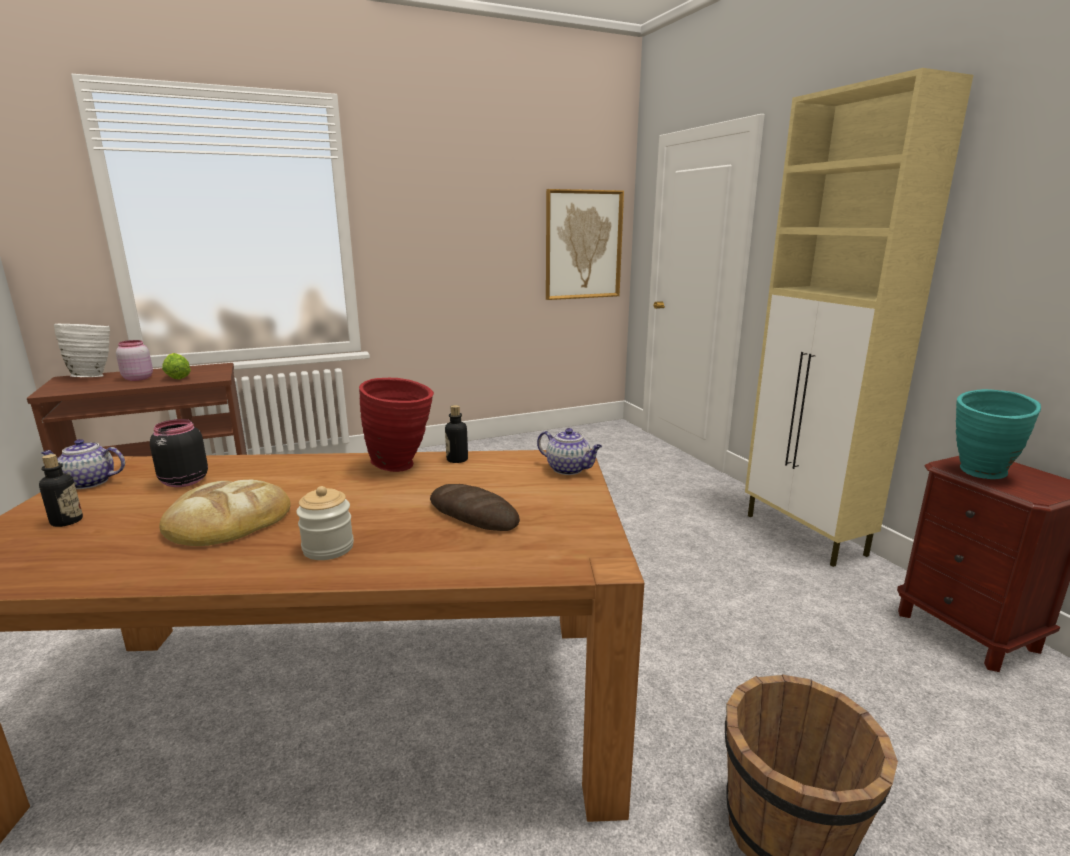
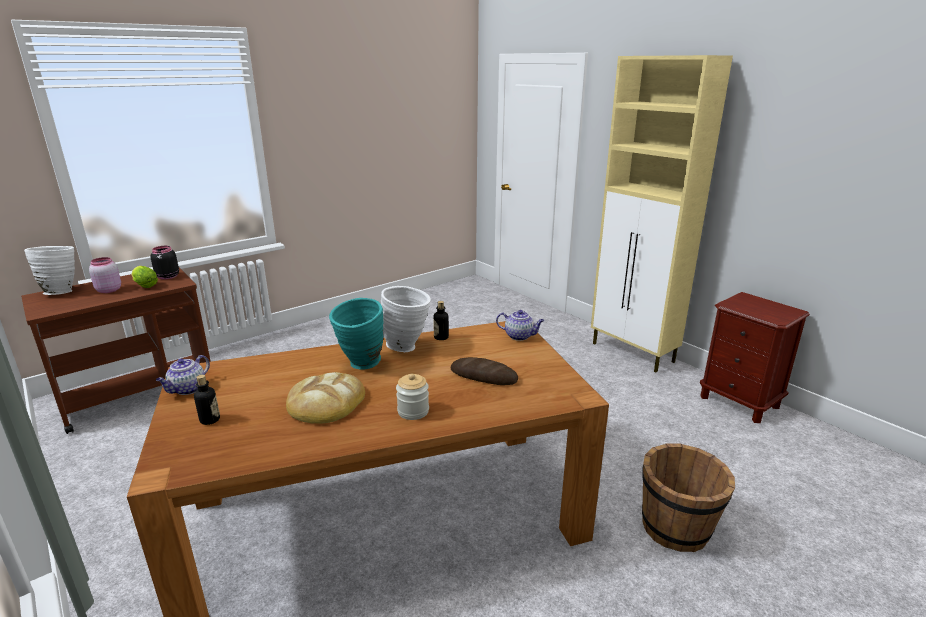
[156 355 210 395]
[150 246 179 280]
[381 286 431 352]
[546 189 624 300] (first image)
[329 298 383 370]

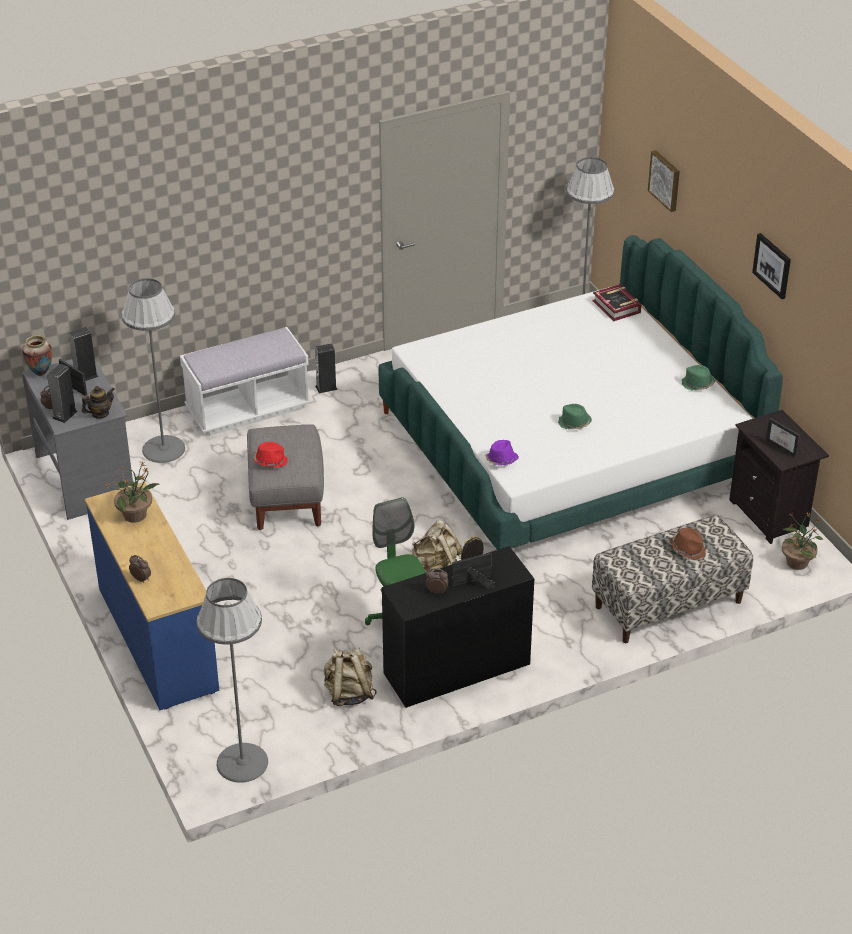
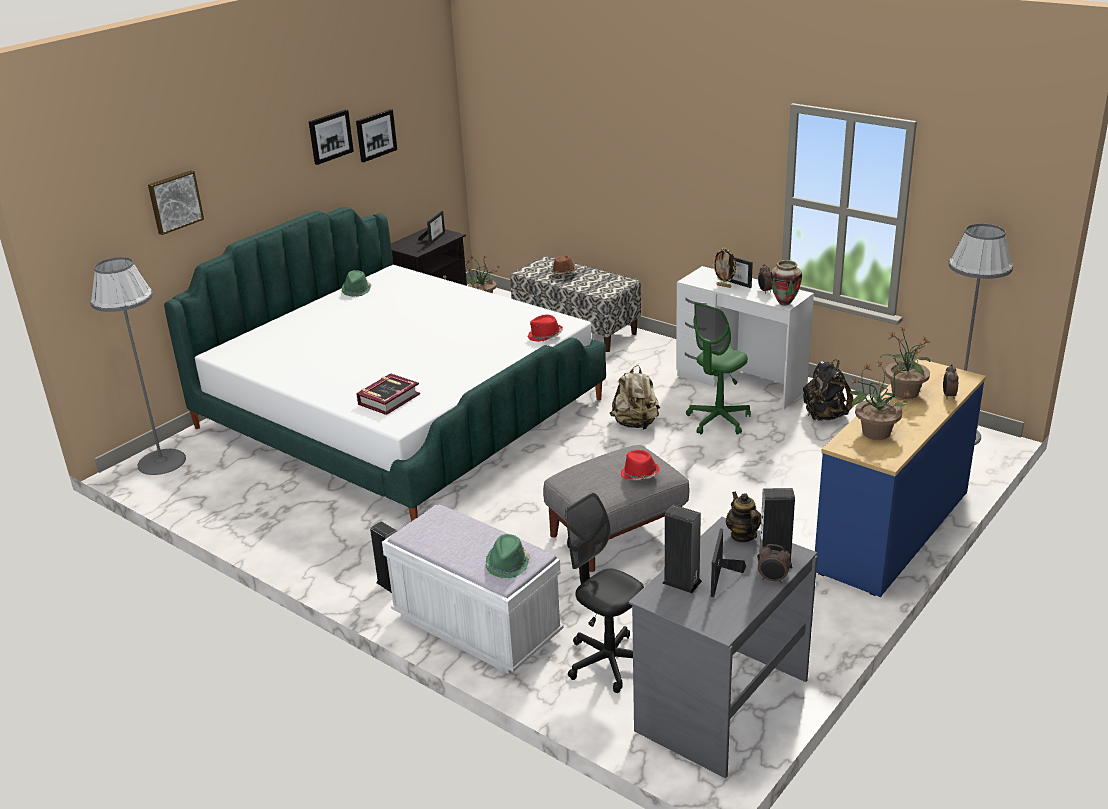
[770 260 802 306]
[726 491 761 542]
[565 492 644 693]
[803 360 853 421]
[676 266 814 409]
[528 314 563 342]
[486 534 530 578]
[356 373 420 415]
[356 109 397 163]
[880 327 930 399]

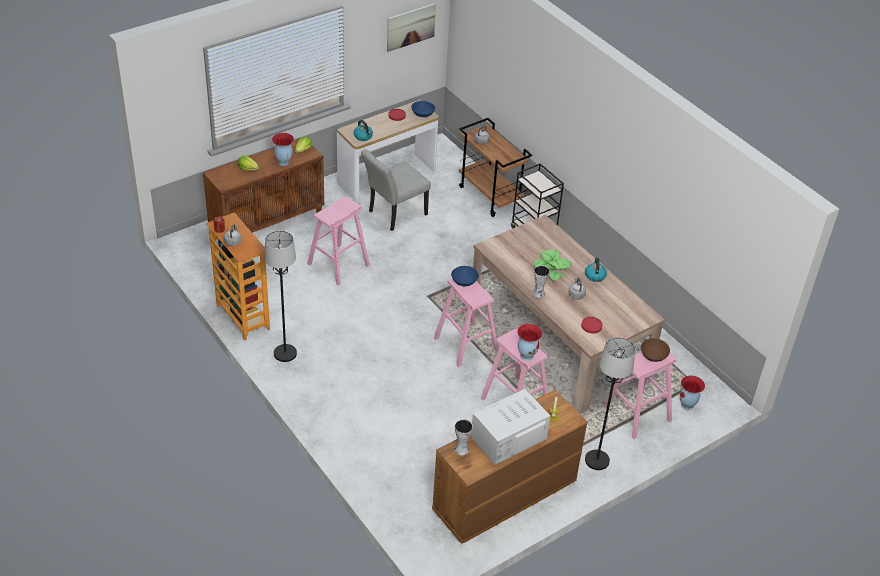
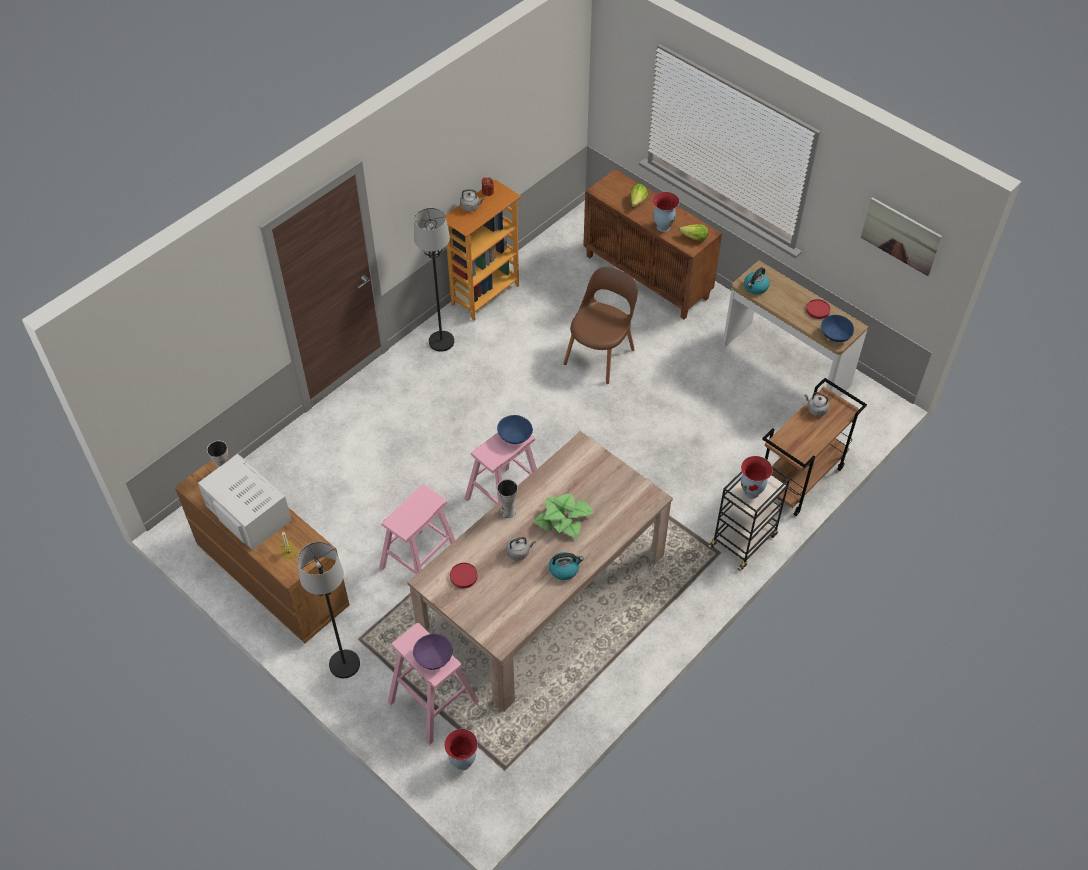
[563 267 638 384]
[361 149 431 231] (first image)
[741 456 773 499]
[413 634 453 670]

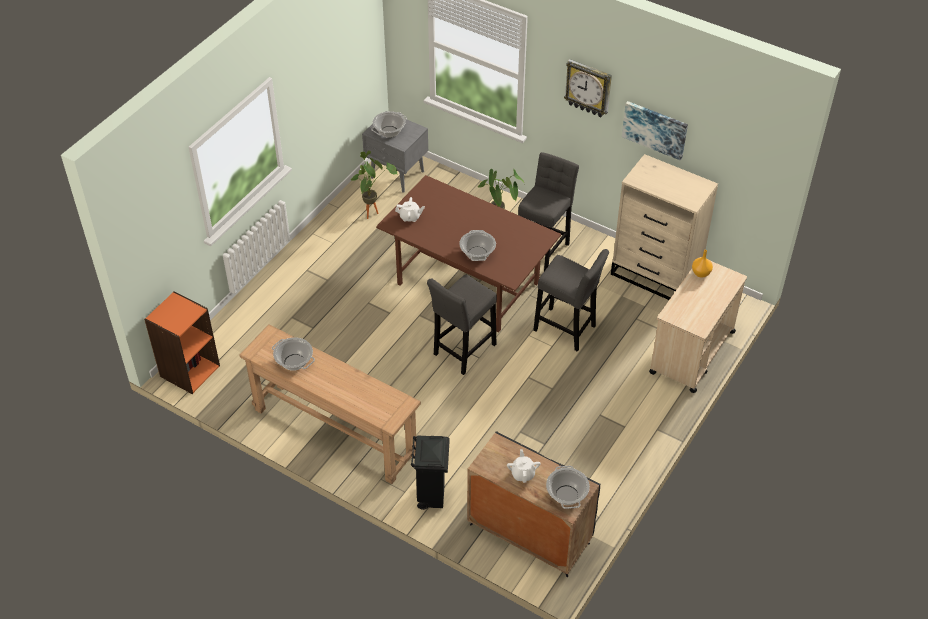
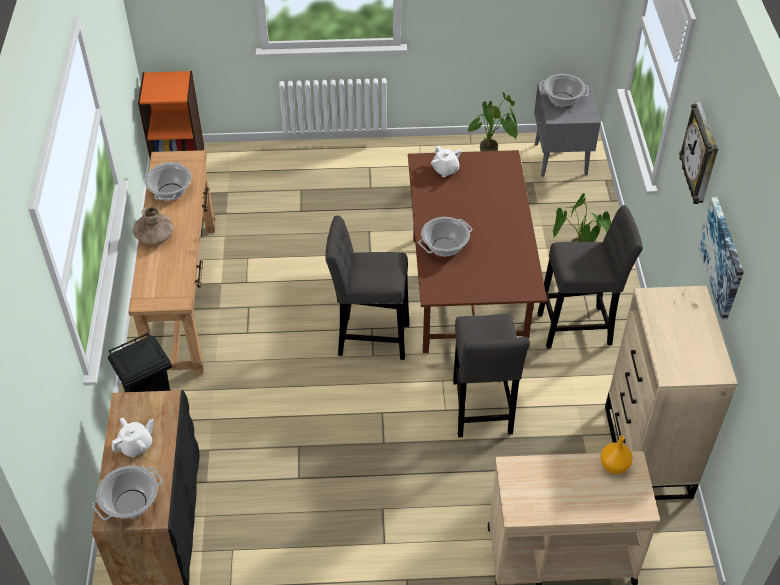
[133 206 174 245]

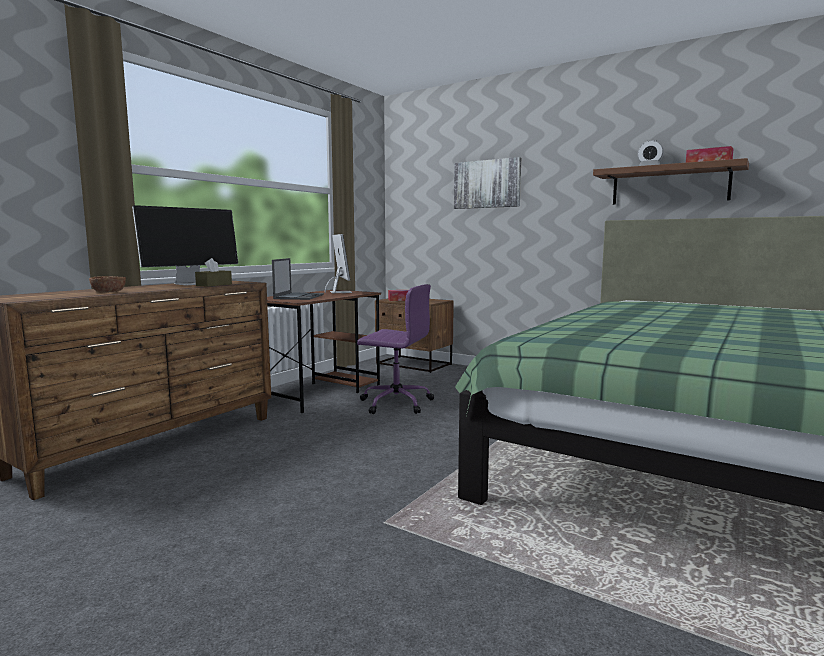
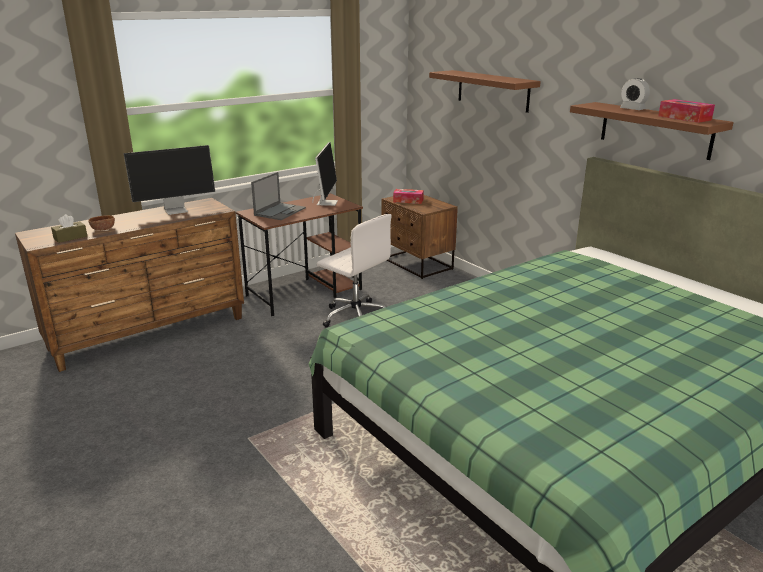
[51 214 87 243]
[317 214 392 327]
[429 70 541 113]

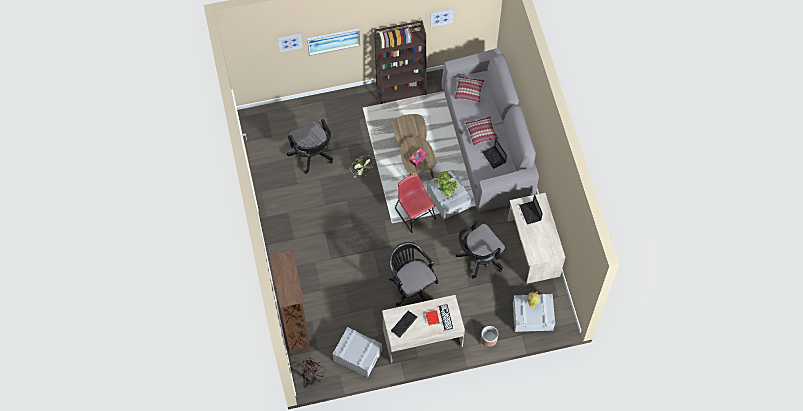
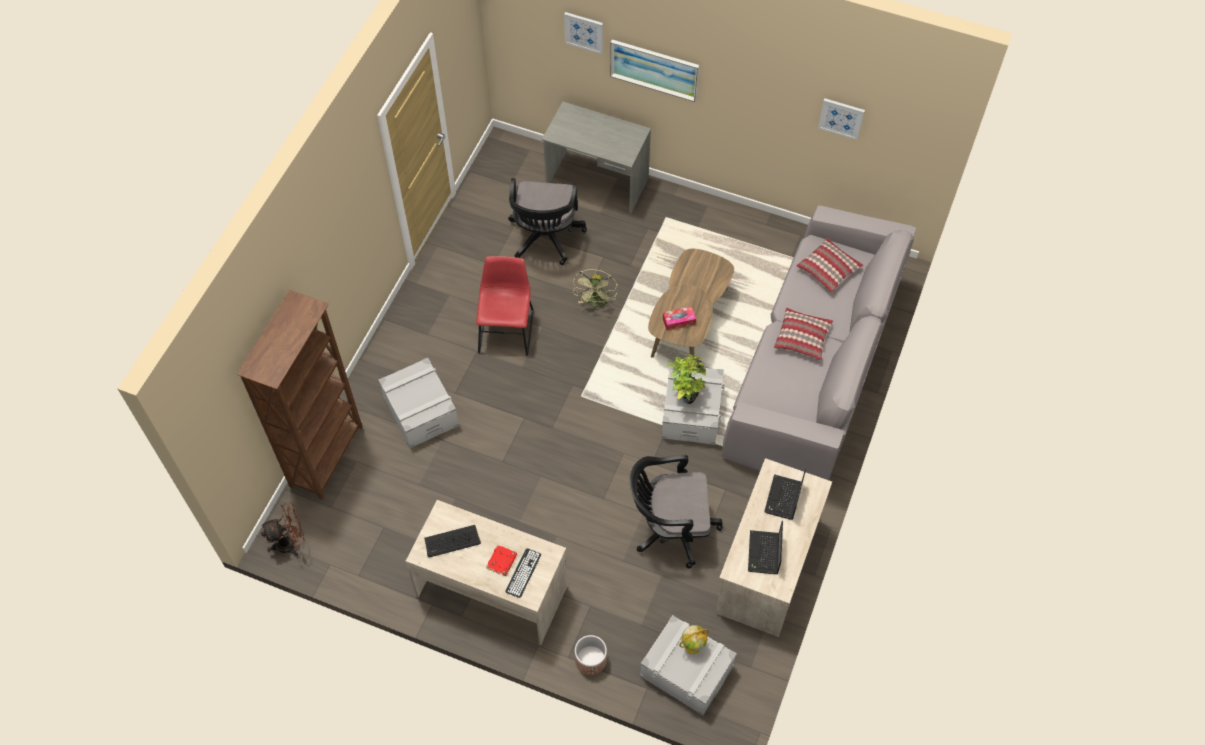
[378 358 459 448]
[374 20 427 104] (first image)
[389 242 438 306] (first image)
[476 256 534 357]
[748 521 783 574]
[542 102 651 213]

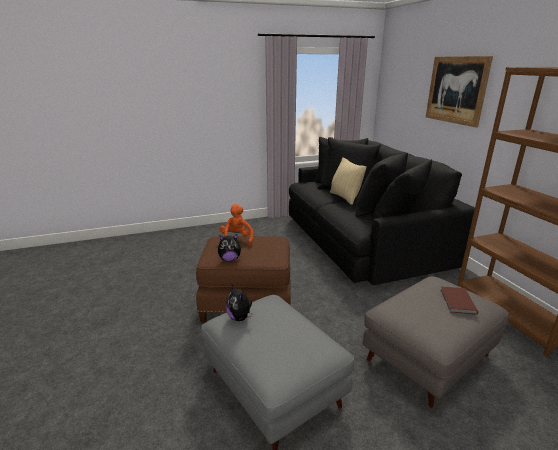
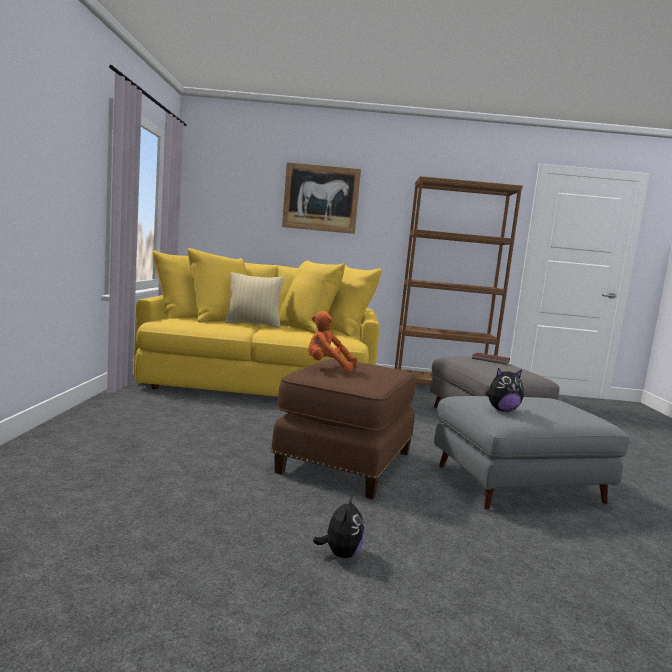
[313 495 364 558]
[134 248 382 397]

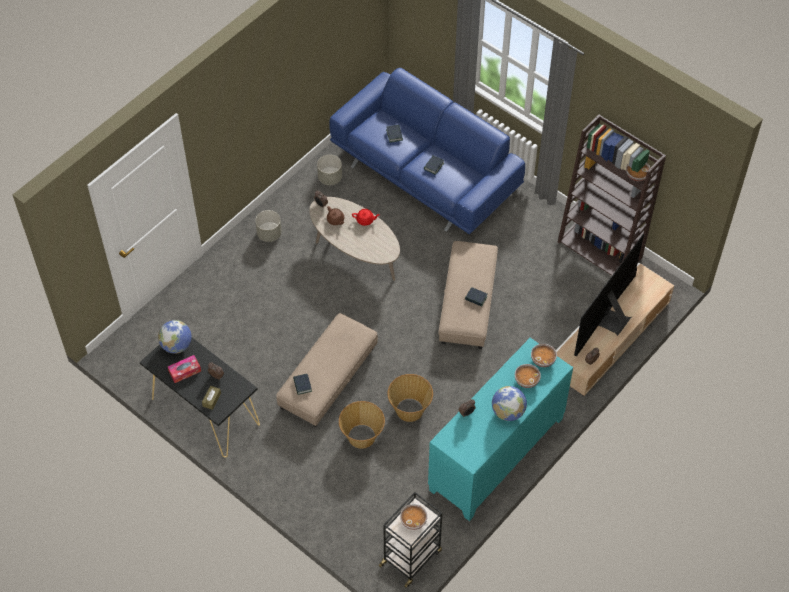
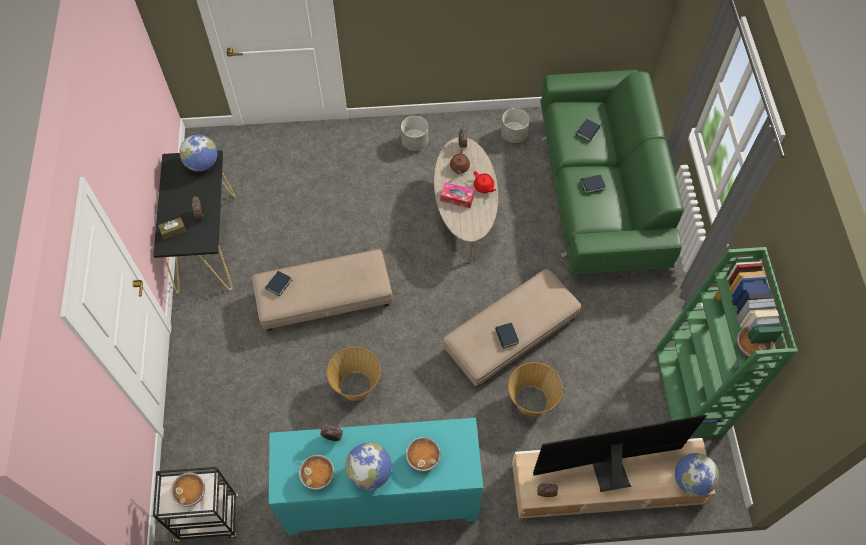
[440 182 475 208]
[540 70 684 275]
[508 362 563 416]
[299 455 334 490]
[654 247 798 438]
[675 453 719 496]

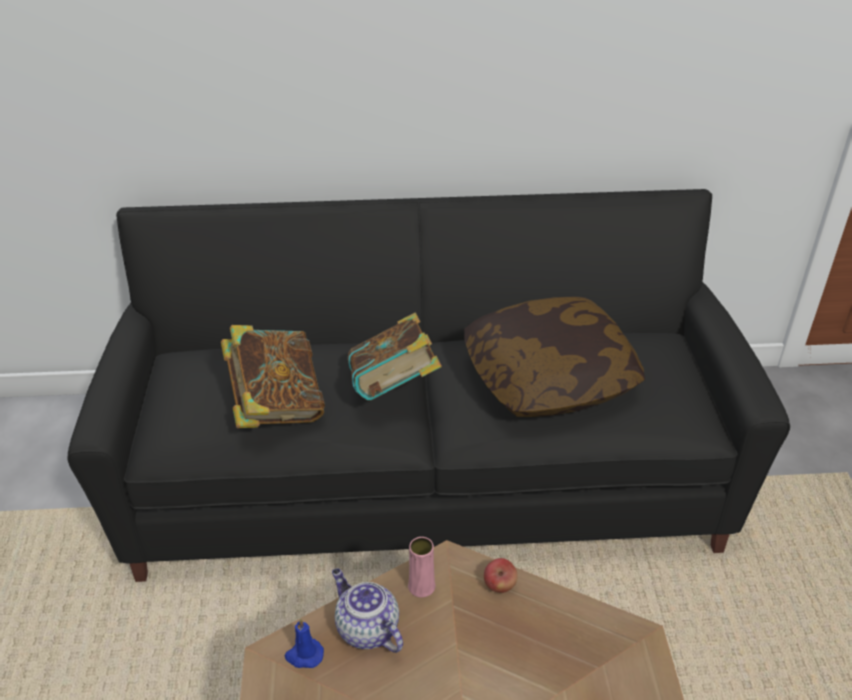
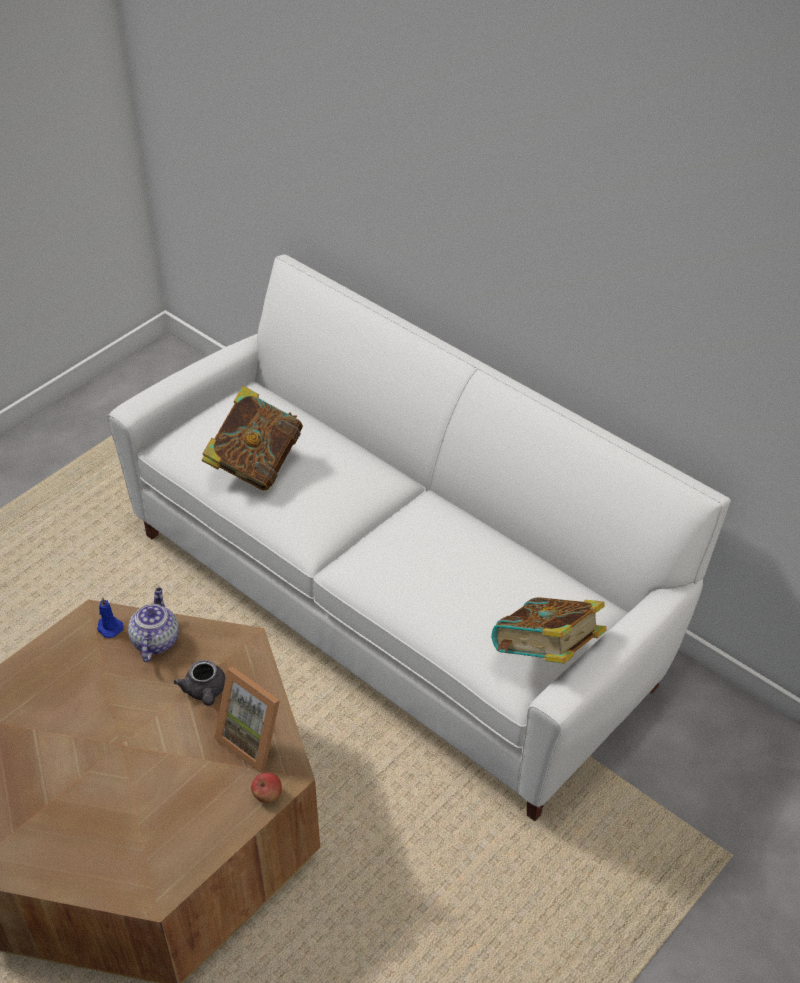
[107 254 731 821]
[491 597 607 663]
[408 537 435 597] (first image)
[465 296 645 417] (first image)
[251 773 282 803]
[174 660 226 706]
[214 667 280 773]

